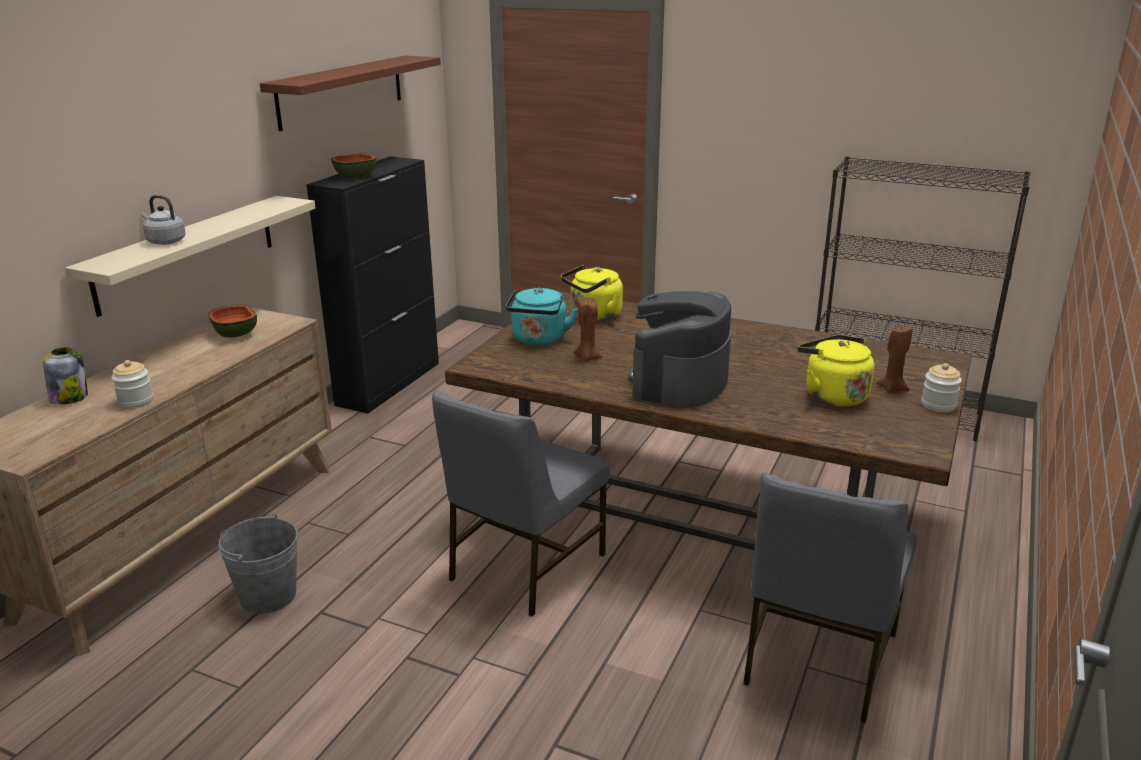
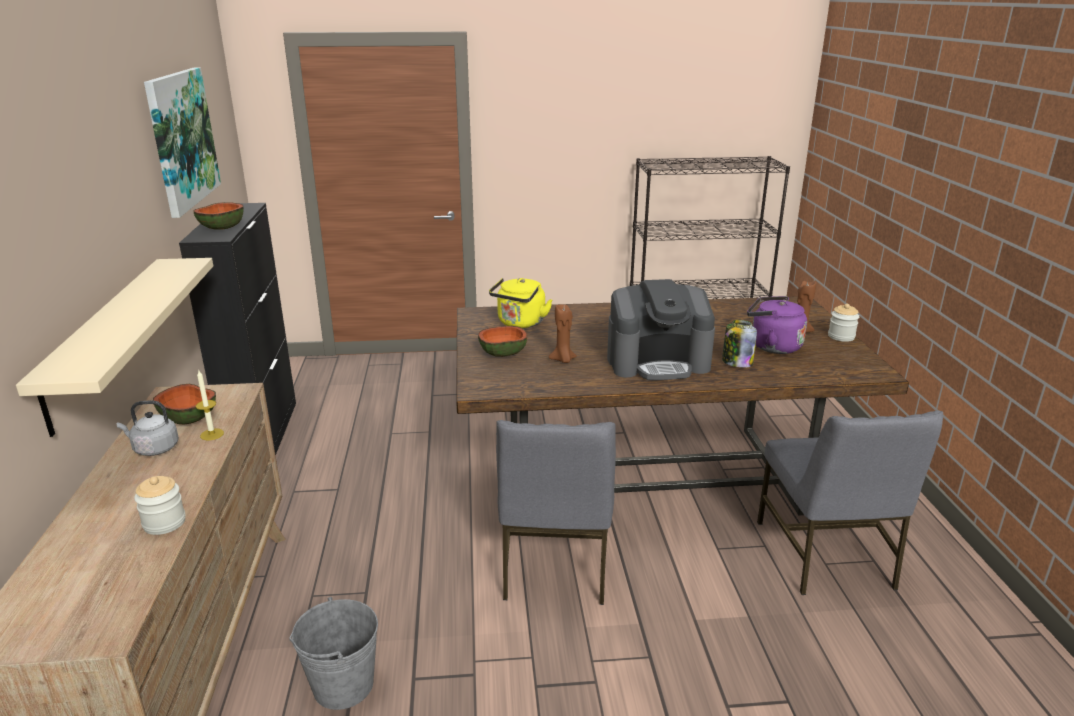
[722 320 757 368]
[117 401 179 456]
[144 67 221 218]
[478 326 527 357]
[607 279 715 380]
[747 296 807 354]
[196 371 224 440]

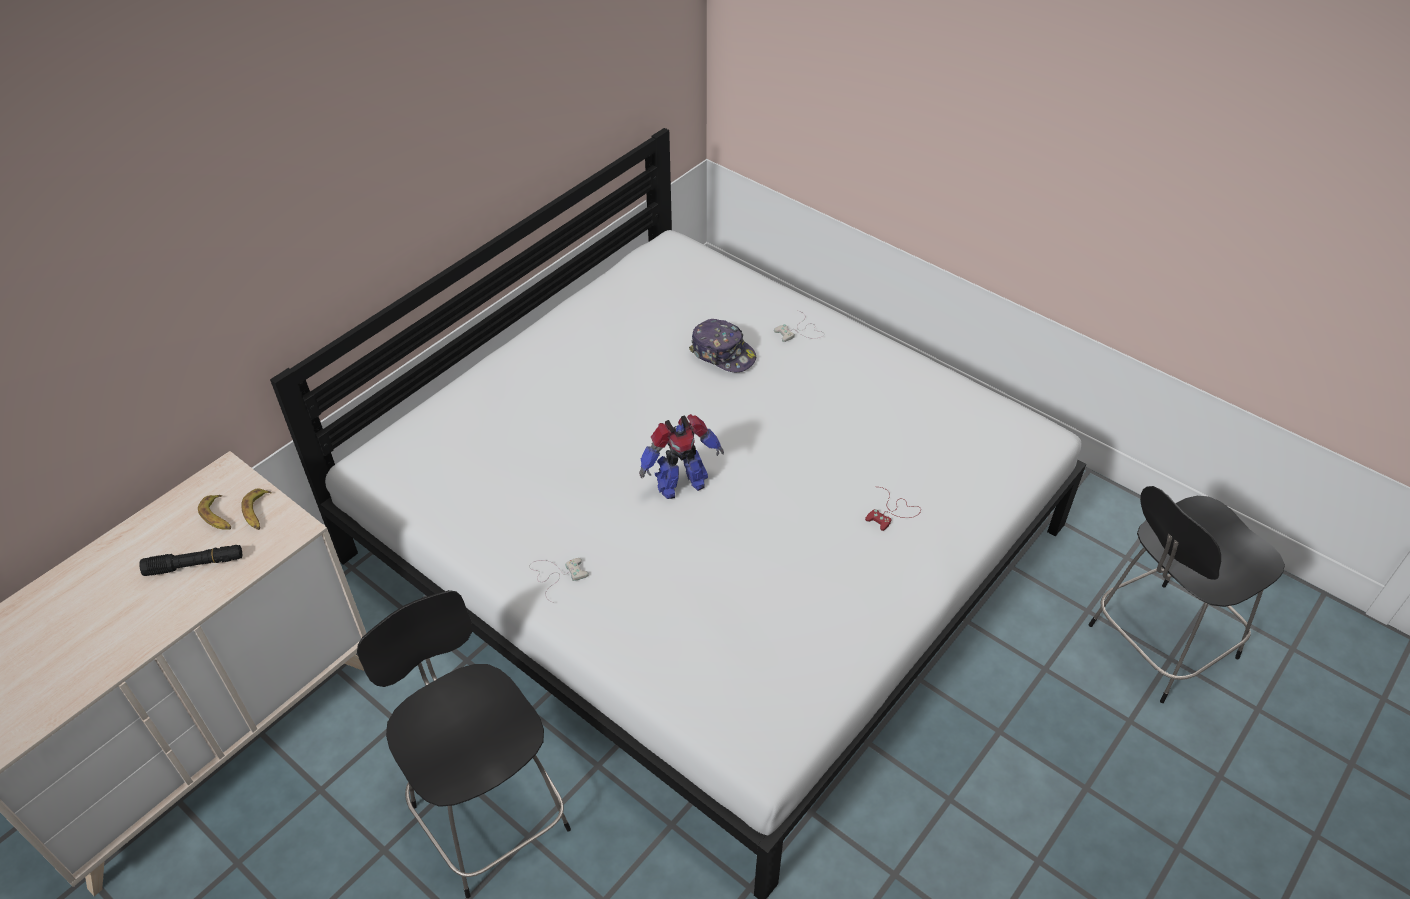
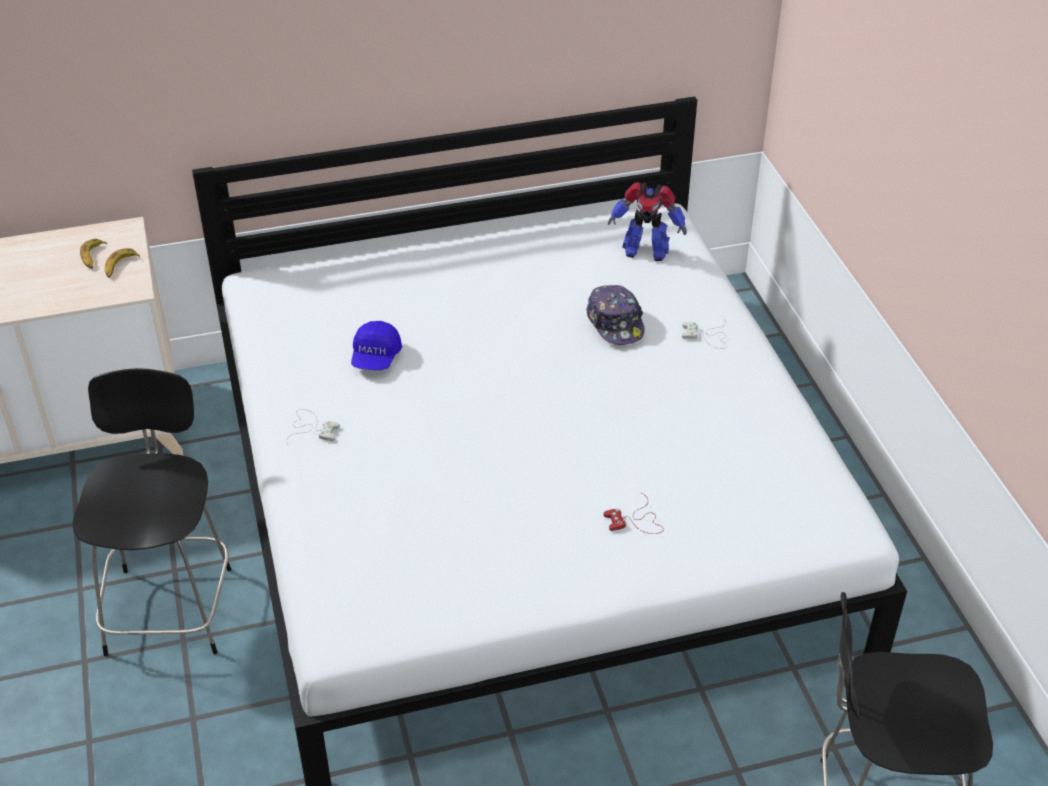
[139 545 242 576] (first image)
[608 182 687 261]
[351 321 402 370]

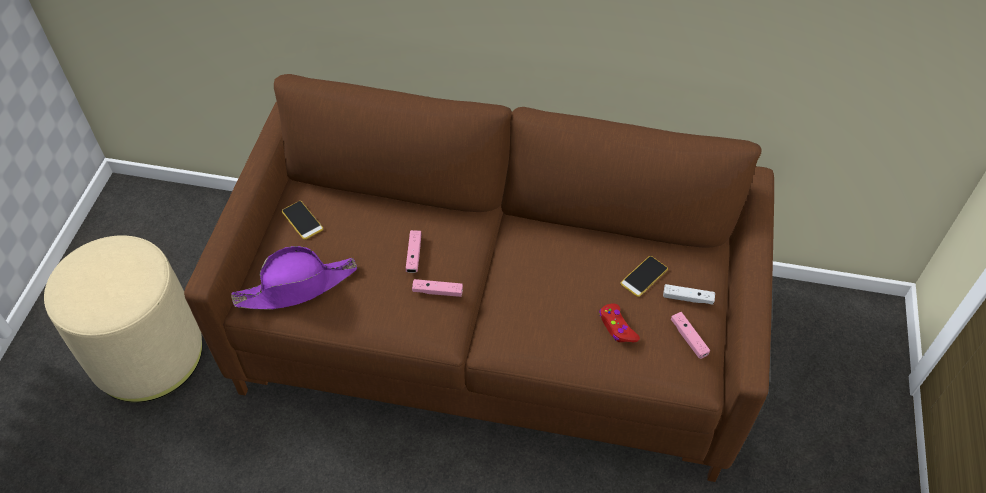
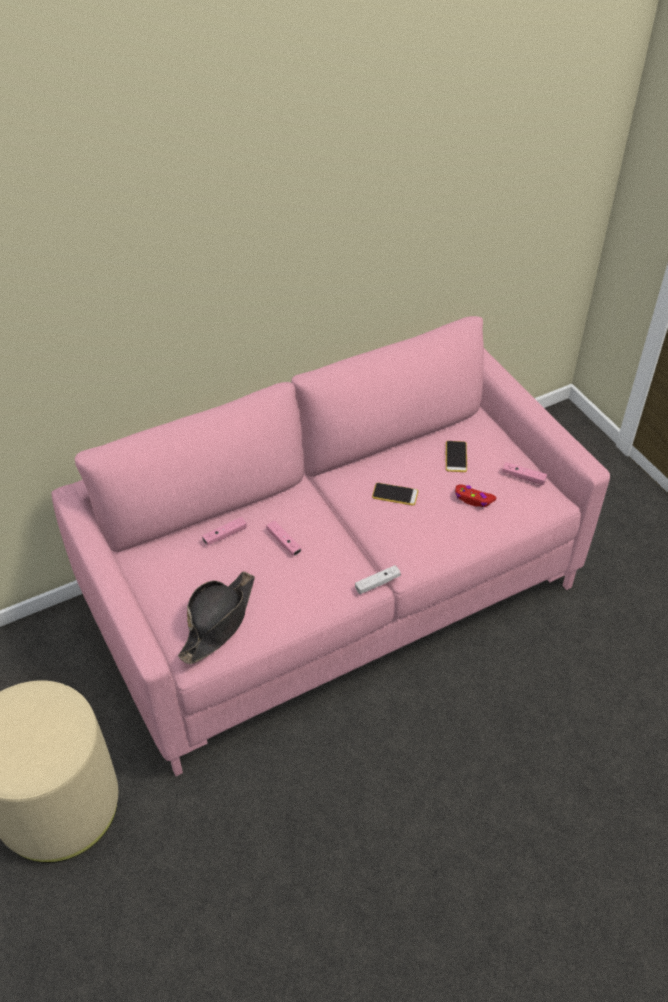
[51 316 610 776]
[178 571 255 664]
[372 483 418 506]
[202 517 247 545]
[355 565 401 594]

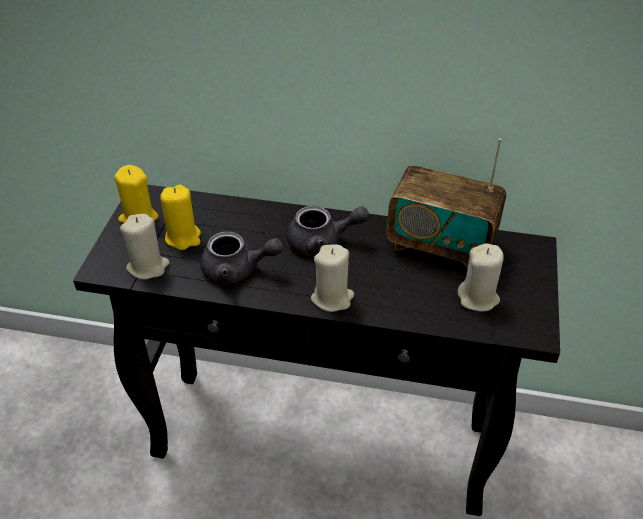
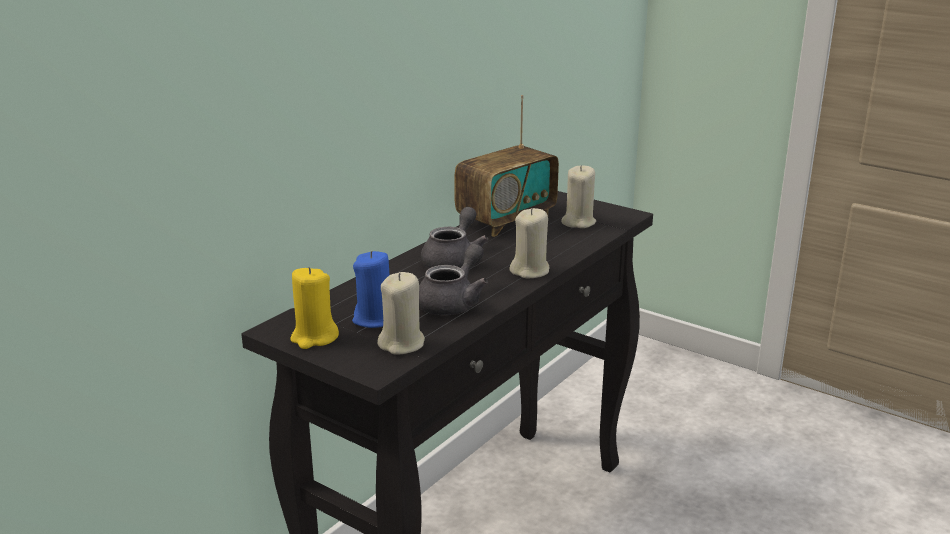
[352 251 389 328]

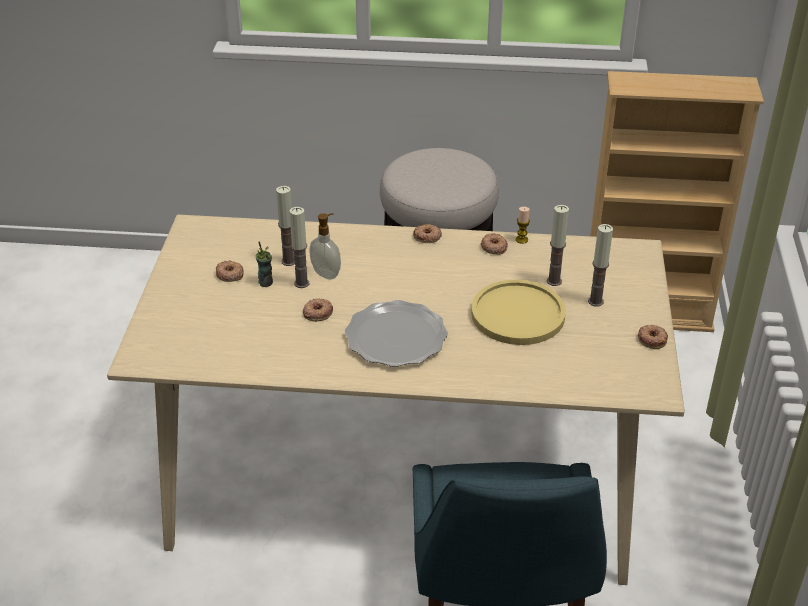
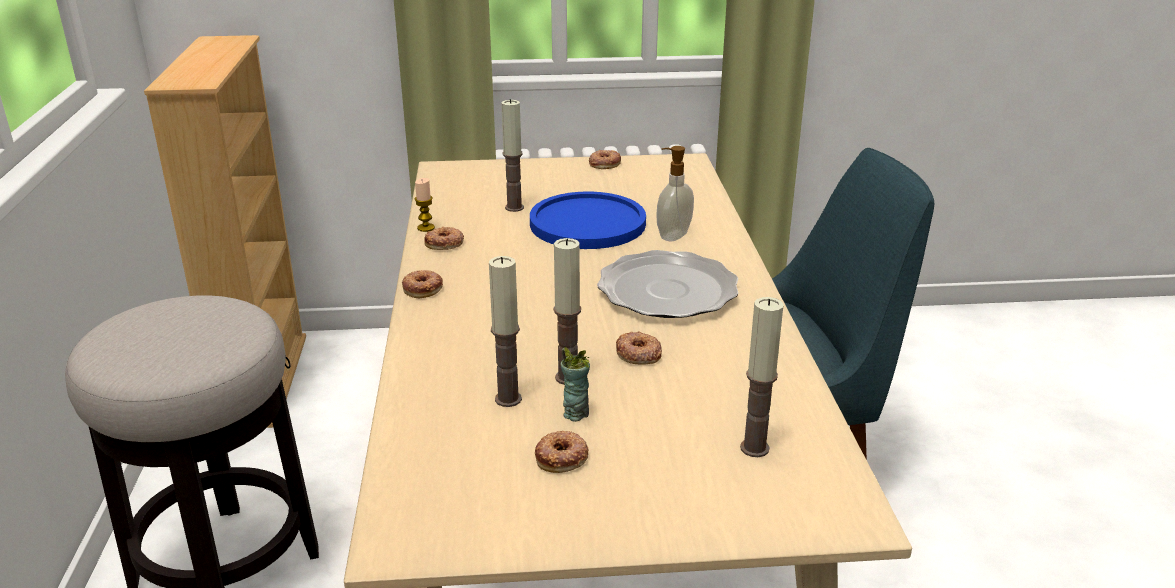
[656 146 694 241]
[530 192 646 249]
[740 297 784 457]

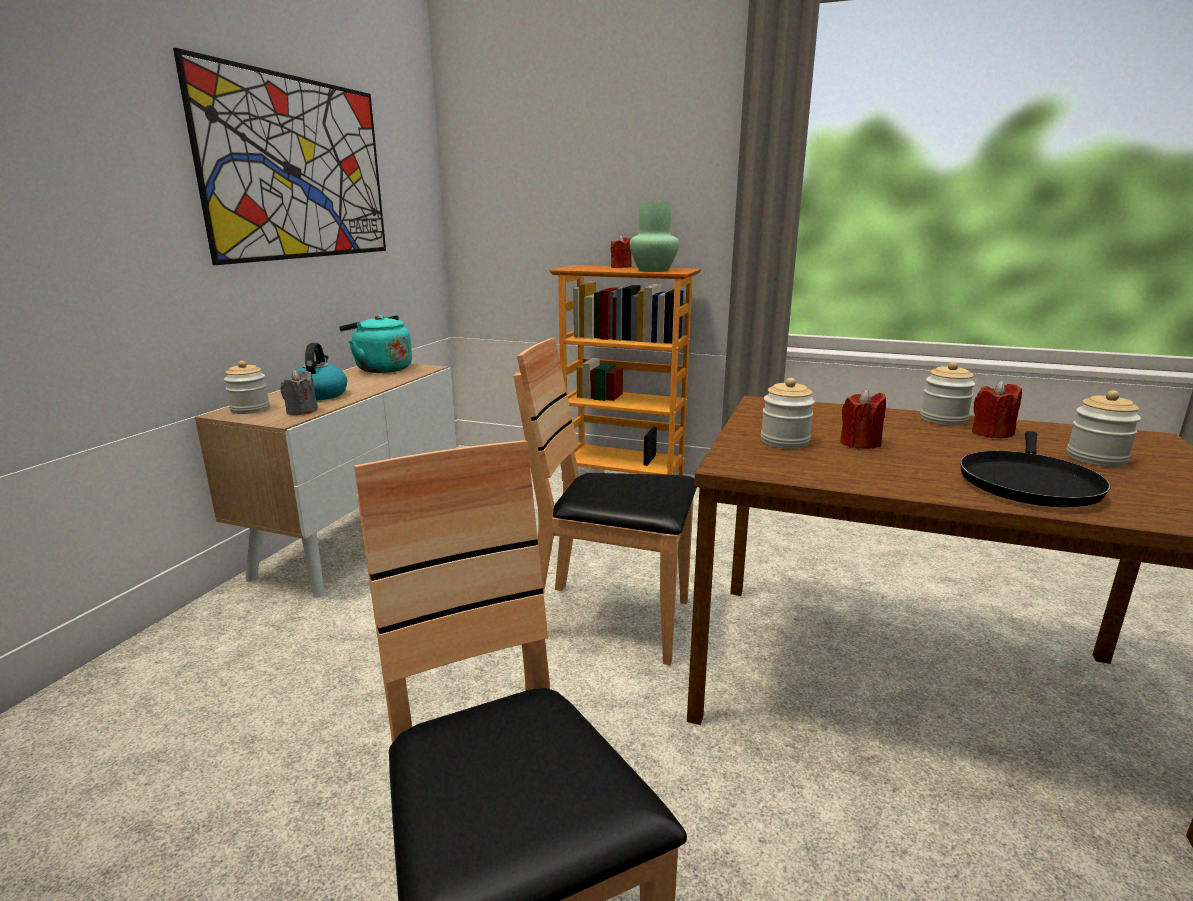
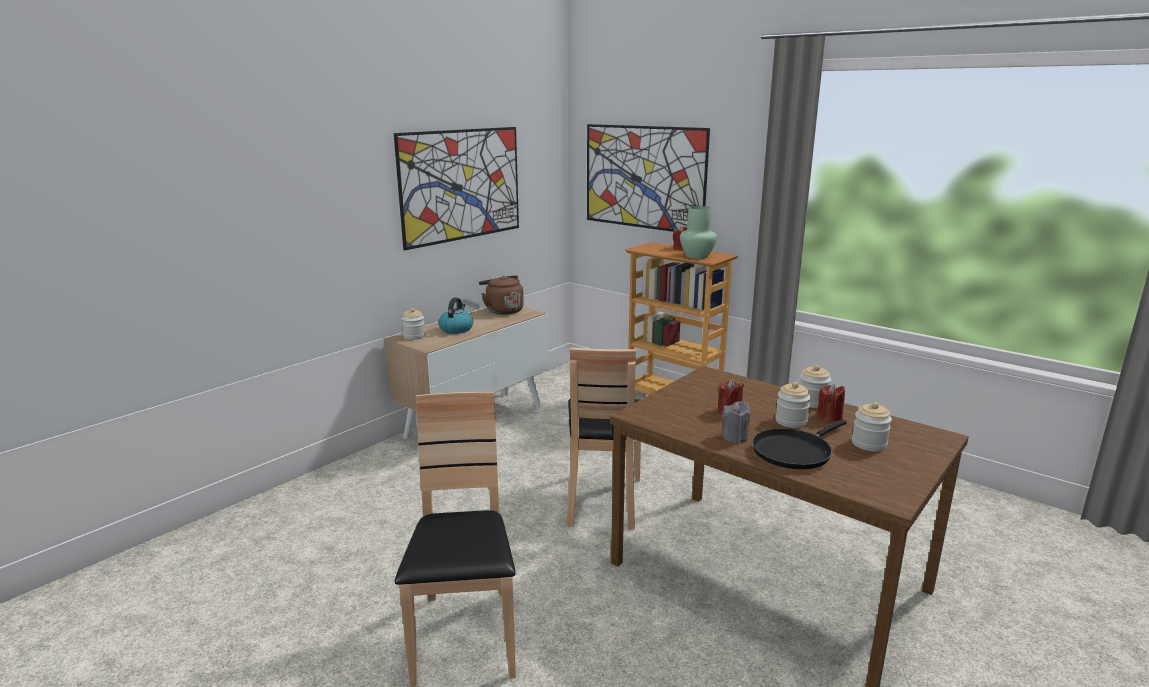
[722 401 750 443]
[479 276 524 315]
[567 347 641 530]
[775 382 811 428]
[587 124 710 232]

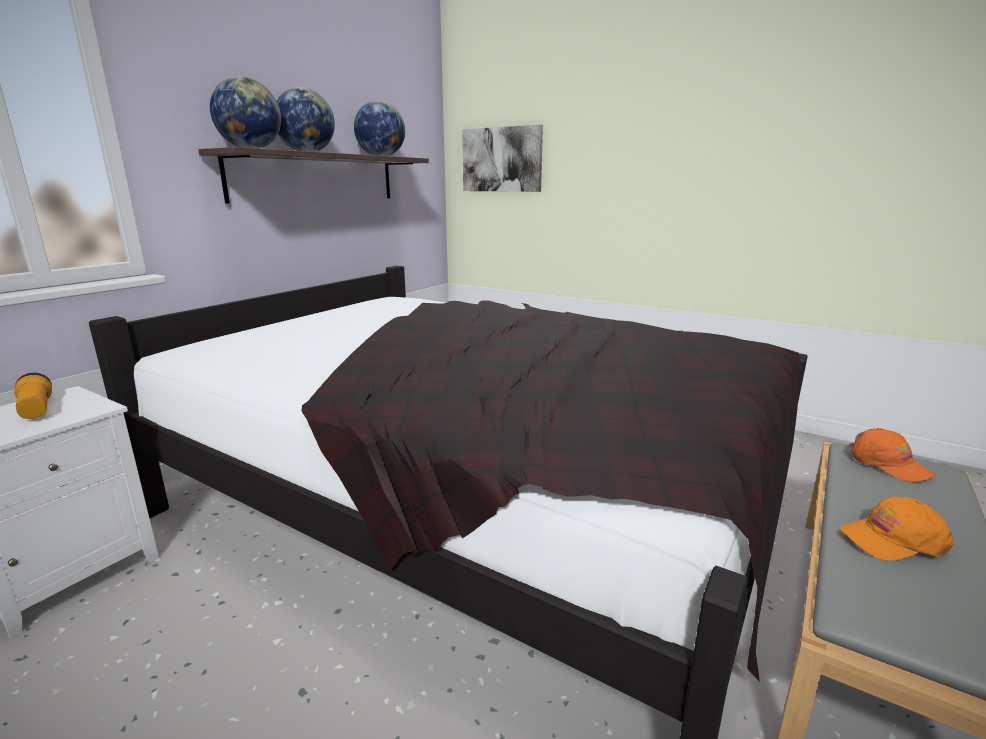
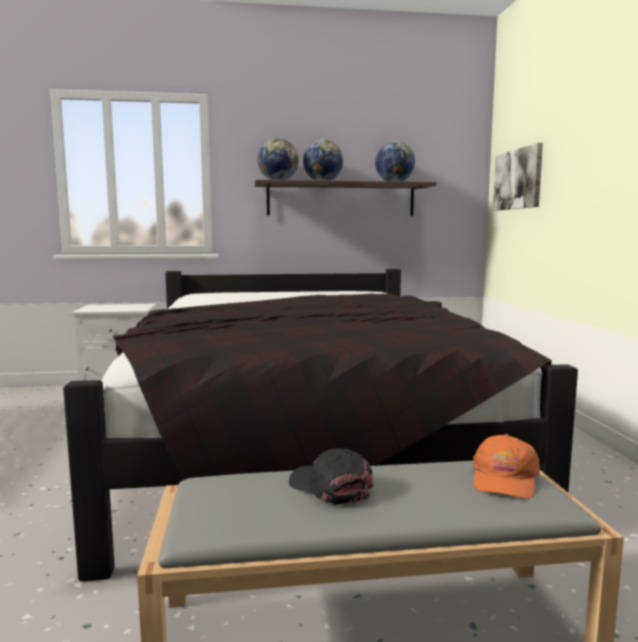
[14 373 52 419] (first image)
[289 448 374 505]

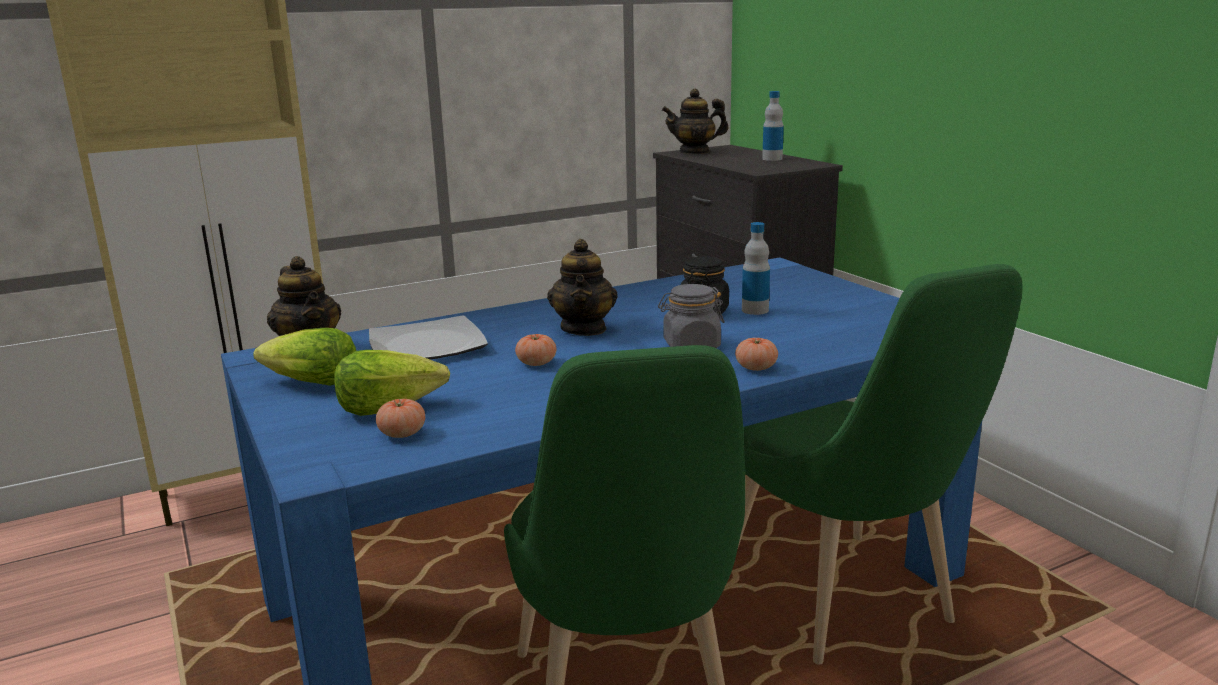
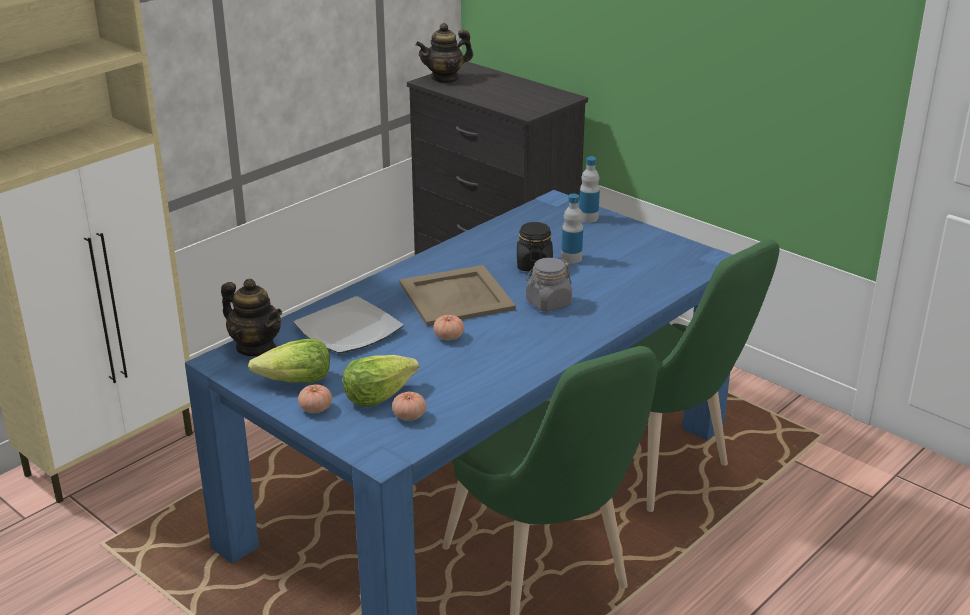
[399 265 516 326]
[298 384 332 413]
[579 157 600 223]

